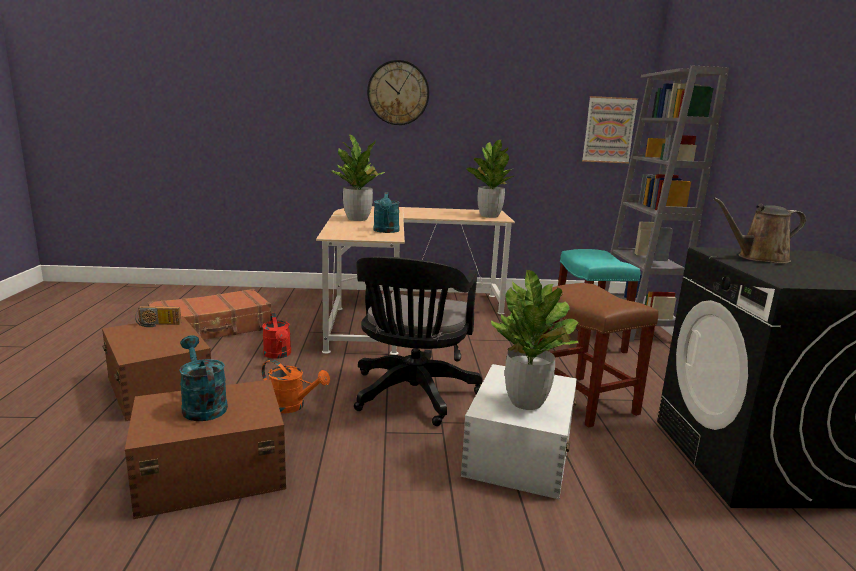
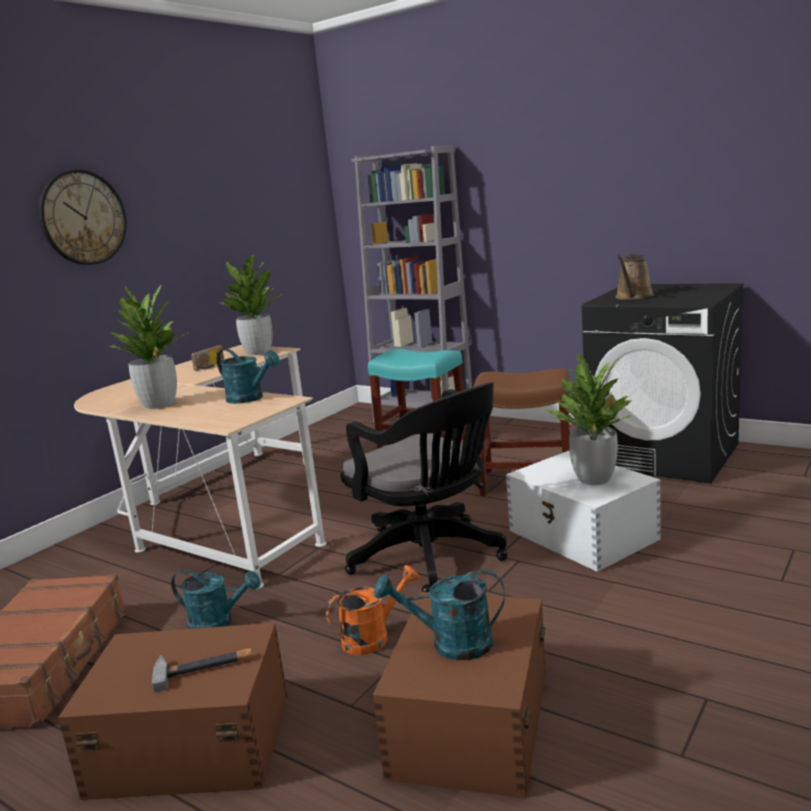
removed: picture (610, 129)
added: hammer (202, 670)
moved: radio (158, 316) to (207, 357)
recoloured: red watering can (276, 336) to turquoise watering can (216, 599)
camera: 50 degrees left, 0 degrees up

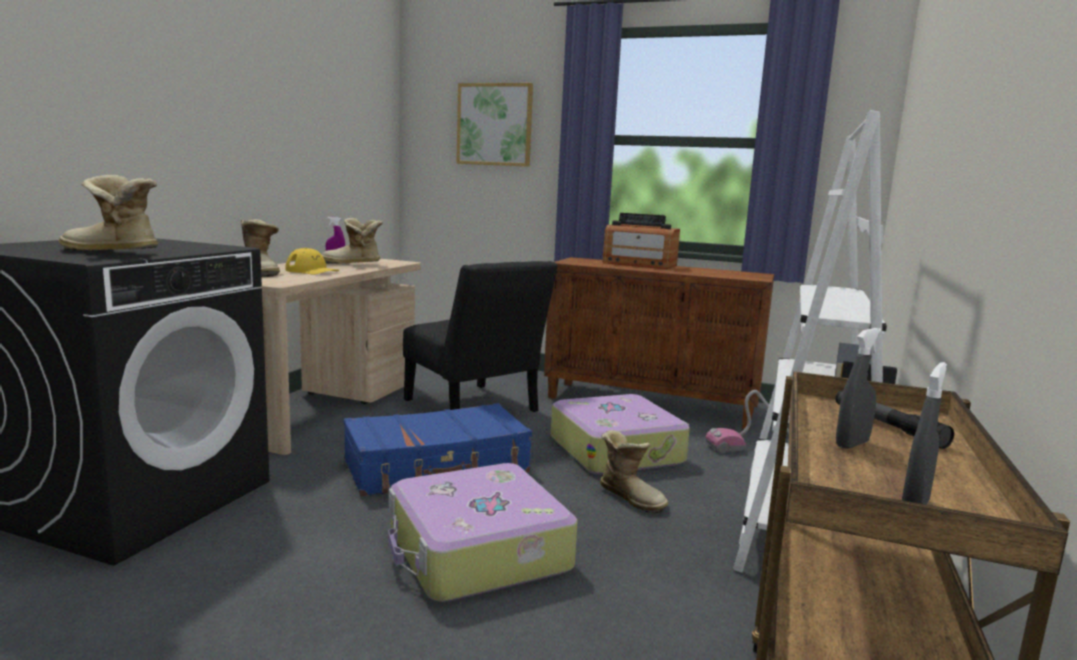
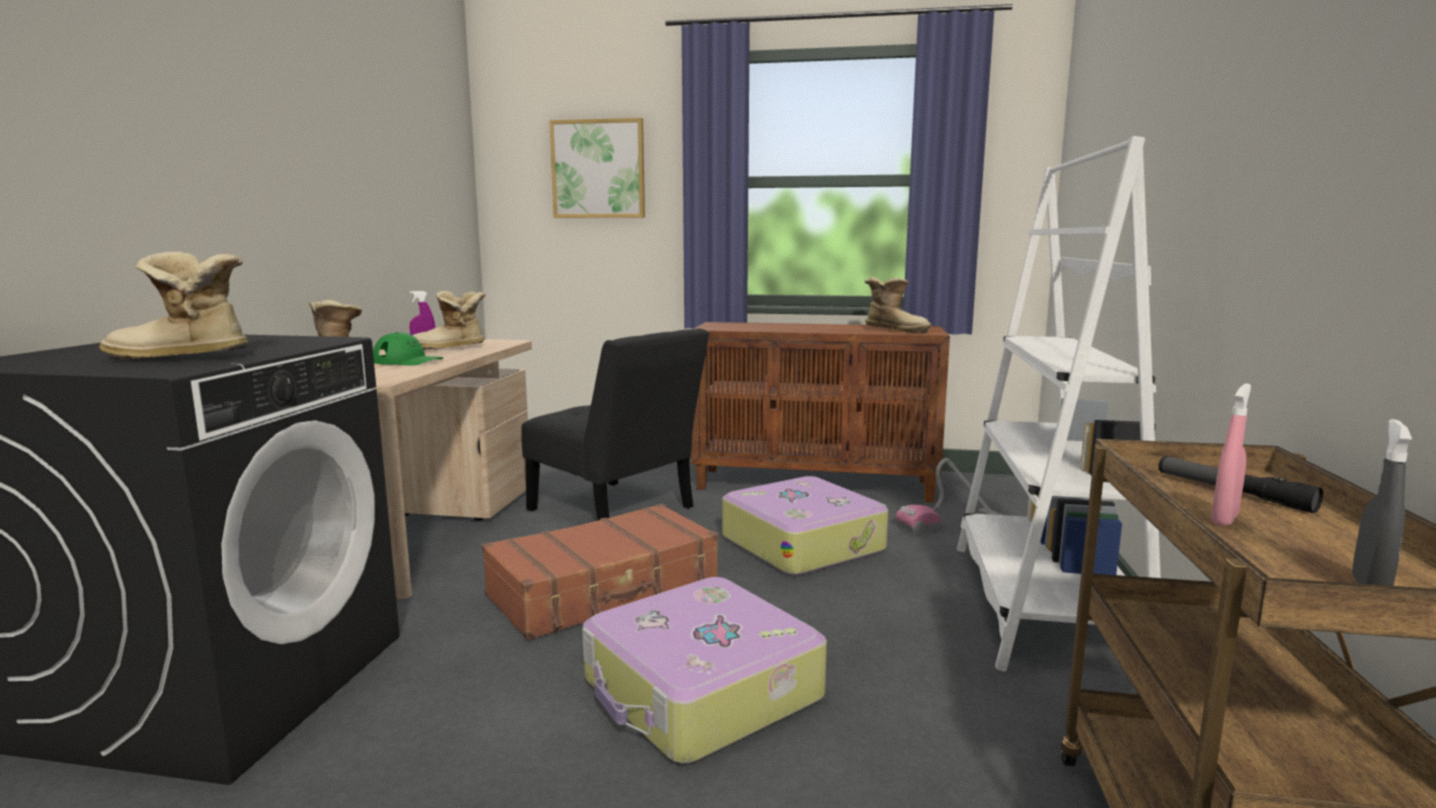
removed: radio (641, 241)
moved: boot (634, 472) to (898, 305)
recoloured: yellow cap (312, 261) to green cap (408, 349); blue suitcase (438, 449) to brown suitcase (600, 572); grey spray bottle (859, 388) to pink spray bottle (1231, 455)
camera: 10 degrees left, 0 degrees up

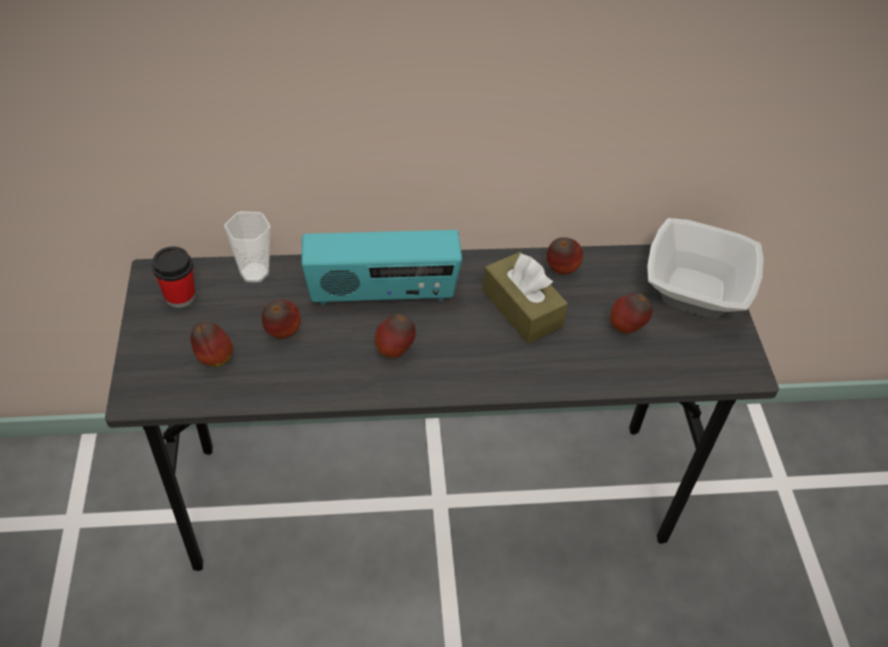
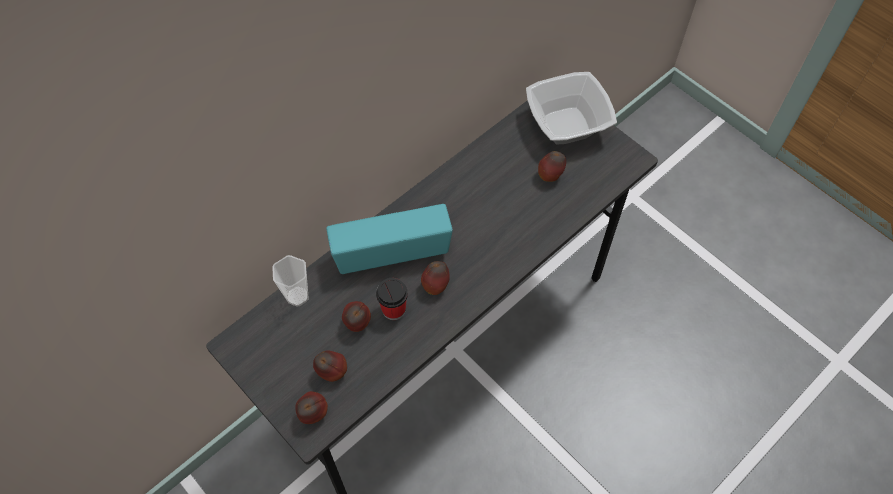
removed: brown tissue box (525, 298)
moved: cup (173, 277) to (392, 299); apple (565, 255) to (311, 407)
turned: radio (381, 267) = (389, 239) 150 degrees counterclockwise
camera: 35 degrees left, 10 degrees up

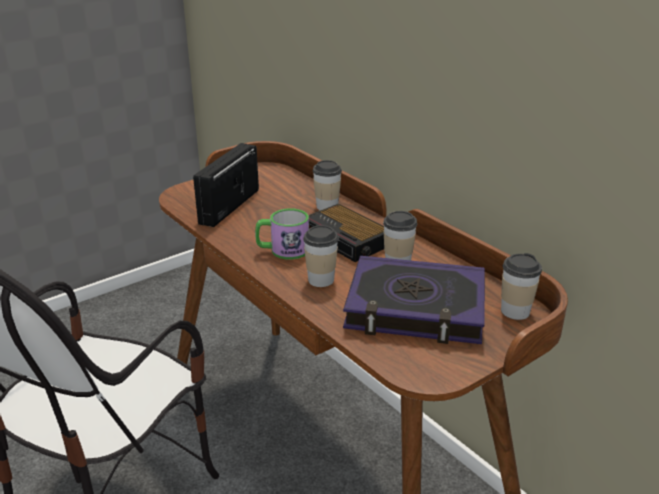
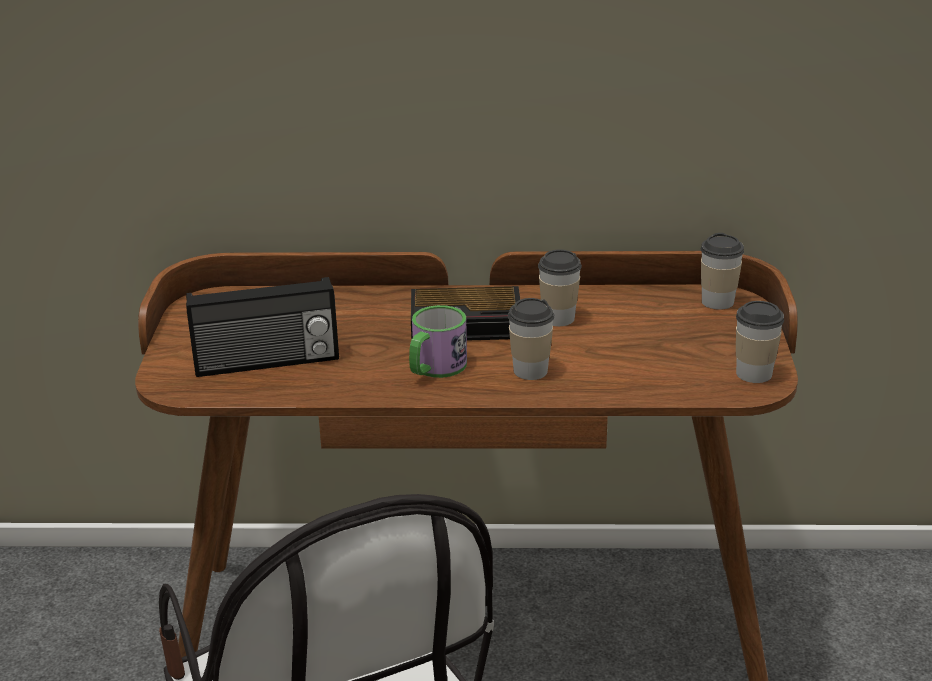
removed: book (414, 300)
moved: cup (327, 185) to (760, 342)
turned: radio (226, 185) = (262, 327) 75 degrees counterclockwise
camera: 50 degrees left, 0 degrees up

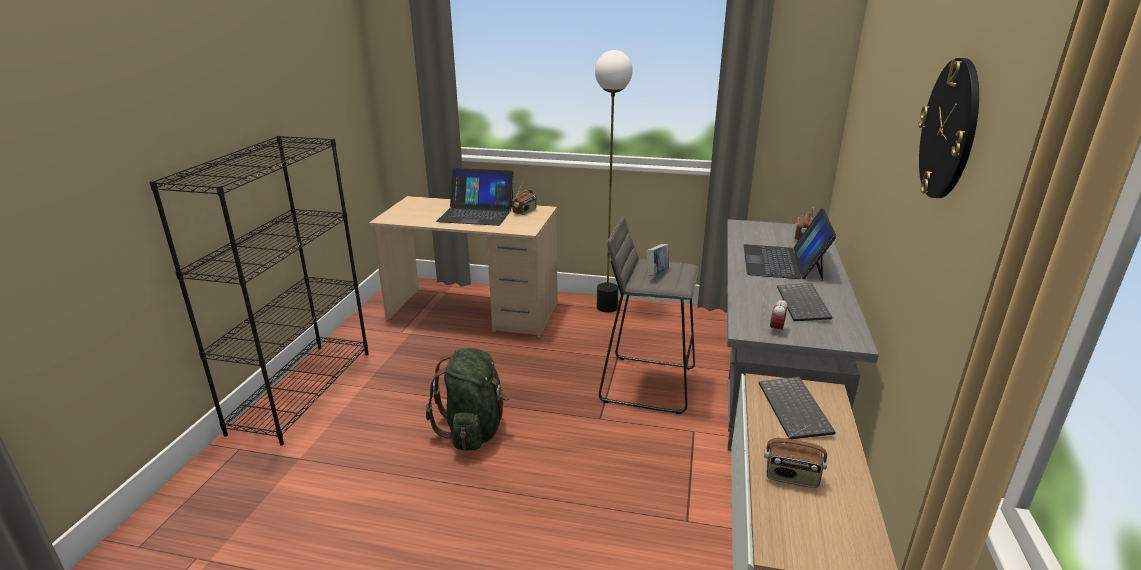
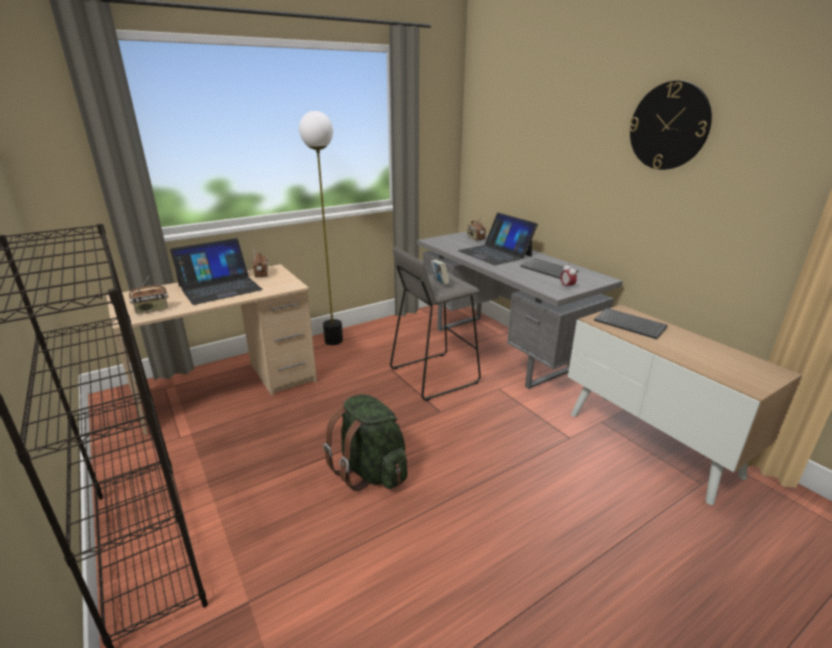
moved: radio (795, 456) to (149, 294)
camera: 45 degrees left, 0 degrees up

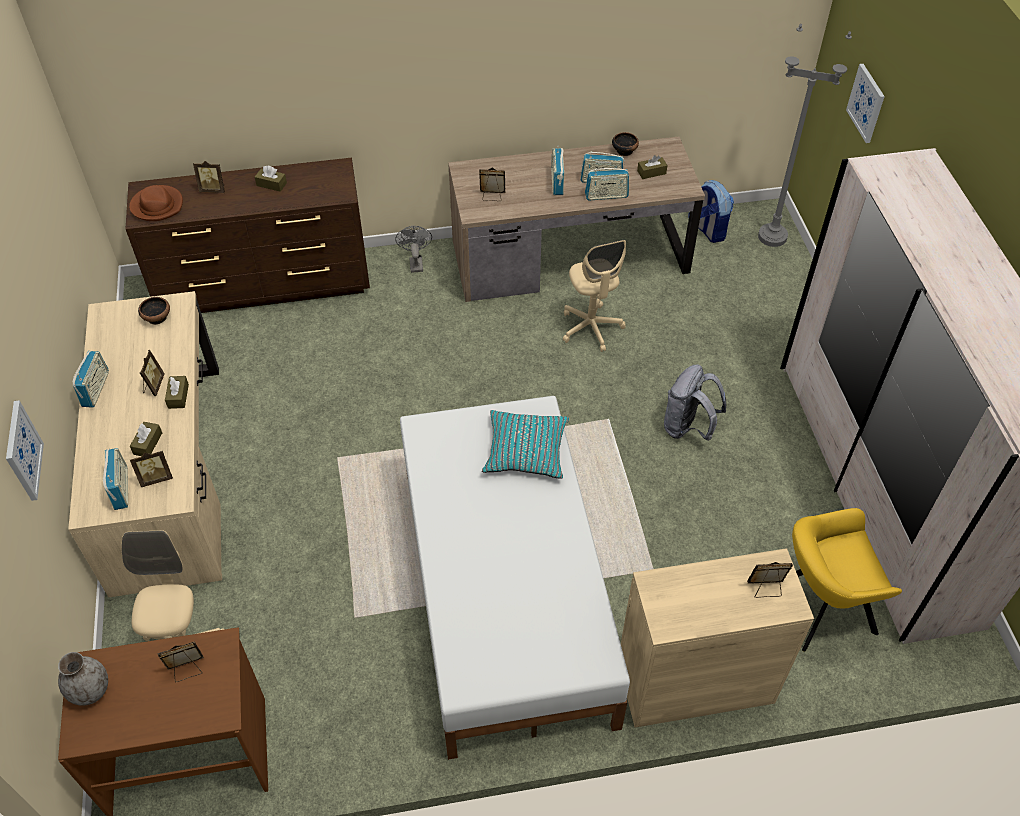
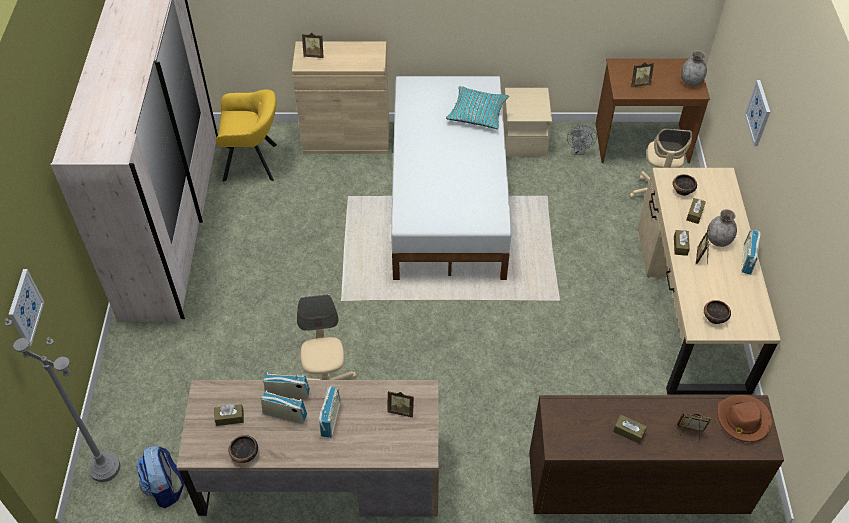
removed: radio (115, 479); grey backpack (695, 403)
added: beige nightstand (527, 122); grey vase (722, 228)
moved: grey fan (413, 249) to (582, 140); turquoise pillow (525, 444) to (477, 107)
replaced: picture frame (151, 469) to bowl (685, 185)
camera: 170 degrees left, 0 degrees up

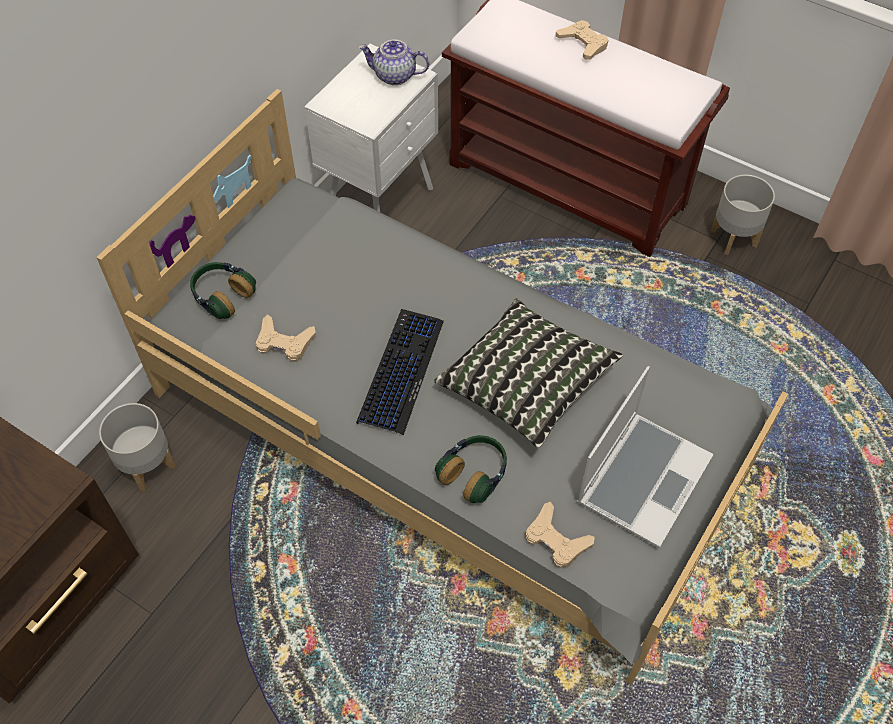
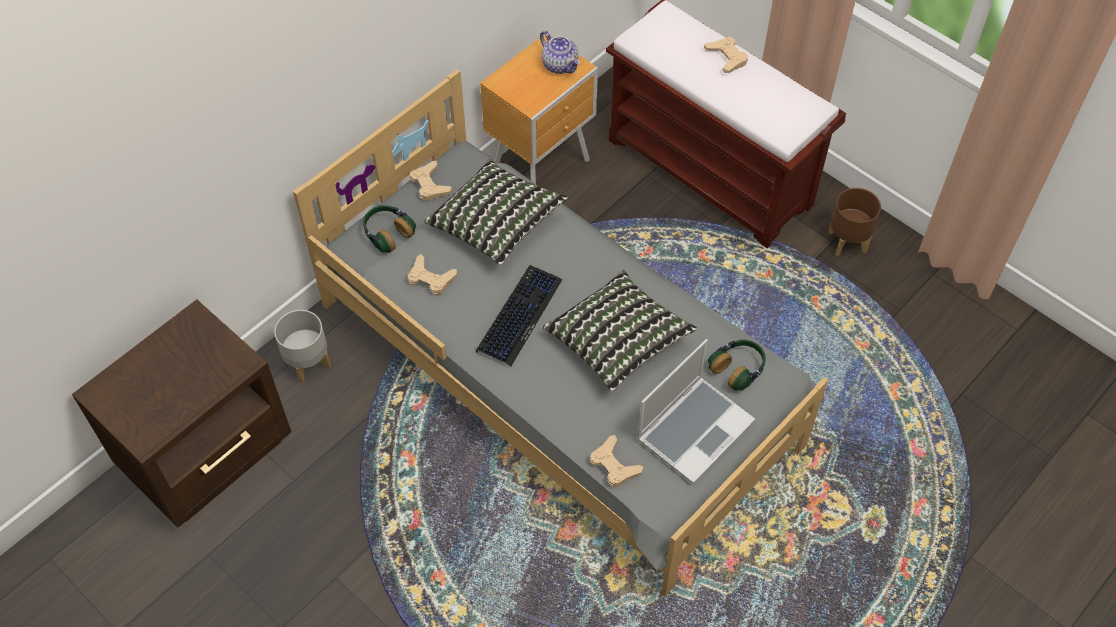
added: beige game controller (431, 181); pillow (496, 212)
moved: headphones (471, 469) to (737, 365)
recoloured: white nightstand (371, 128) to brown nightstand (539, 109); grey planter (743, 215) to brown planter (854, 222)
turned: teapot (394, 62) = (560, 52) 150 degrees counterclockwise
camera: 10 degrees right, 0 degrees up

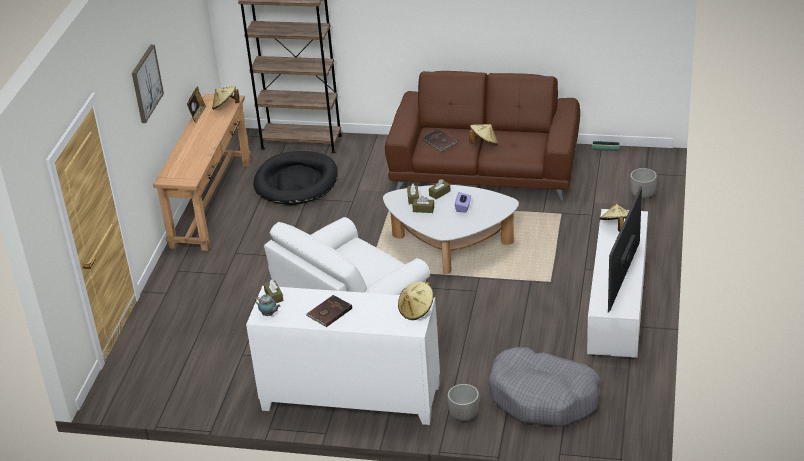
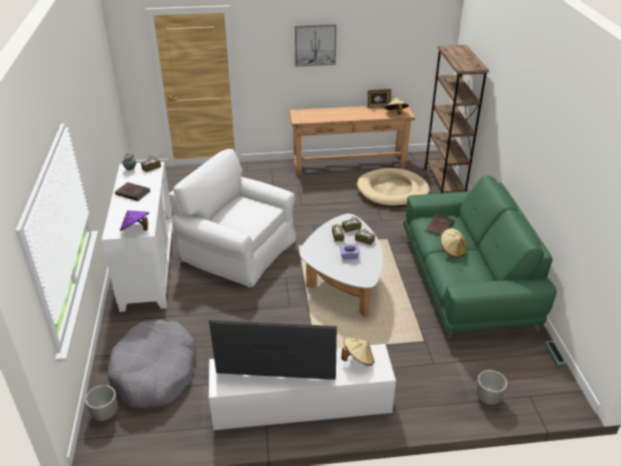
moved: planter (463, 402) to (101, 403)
recoloured: black dog bed (295, 178) to beige dog bed (393, 187); brown sofa (482, 136) to green sofa (480, 257); beige hat (416, 300) to purple hat (134, 220)
camera: 70 degrees right, 0 degrees up

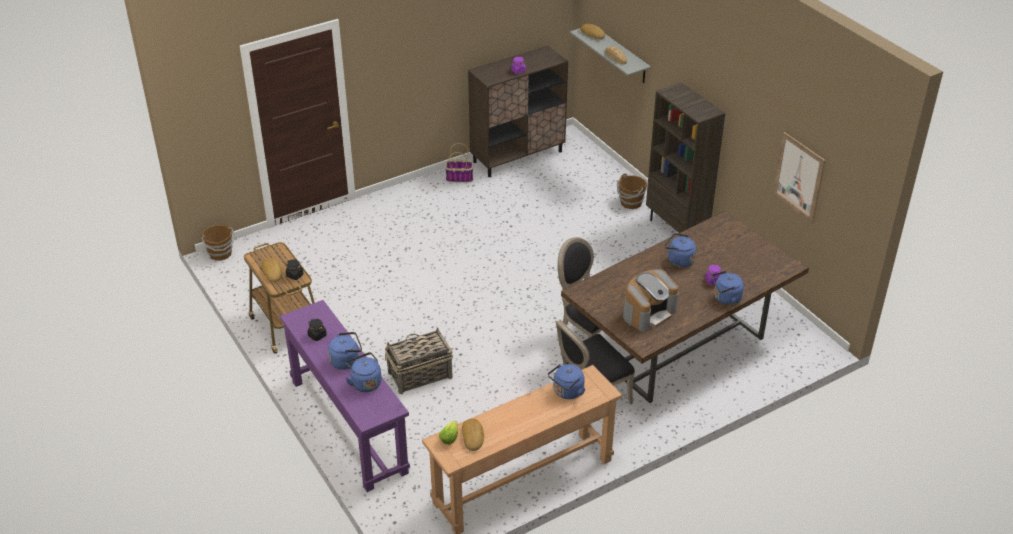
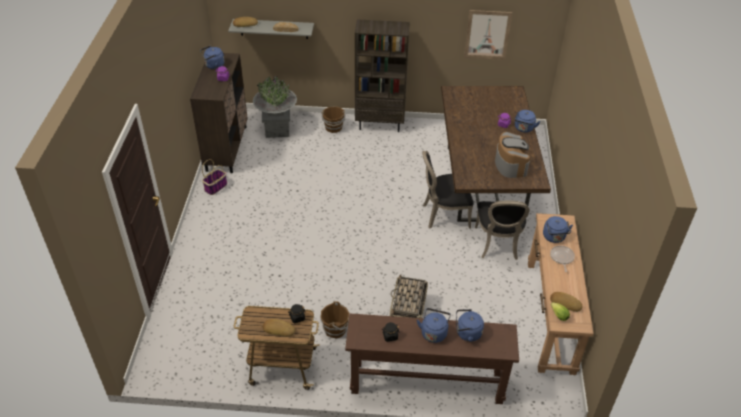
added: grey planter (275, 107); frying pan (562, 258)
moved: brown bucket (218, 243) to (335, 319); blue kettle (680, 250) to (212, 57)
recoloured: purple console table (345, 396) to brown console table (432, 359)
camera: 55 degrees left, 5 degrees up

